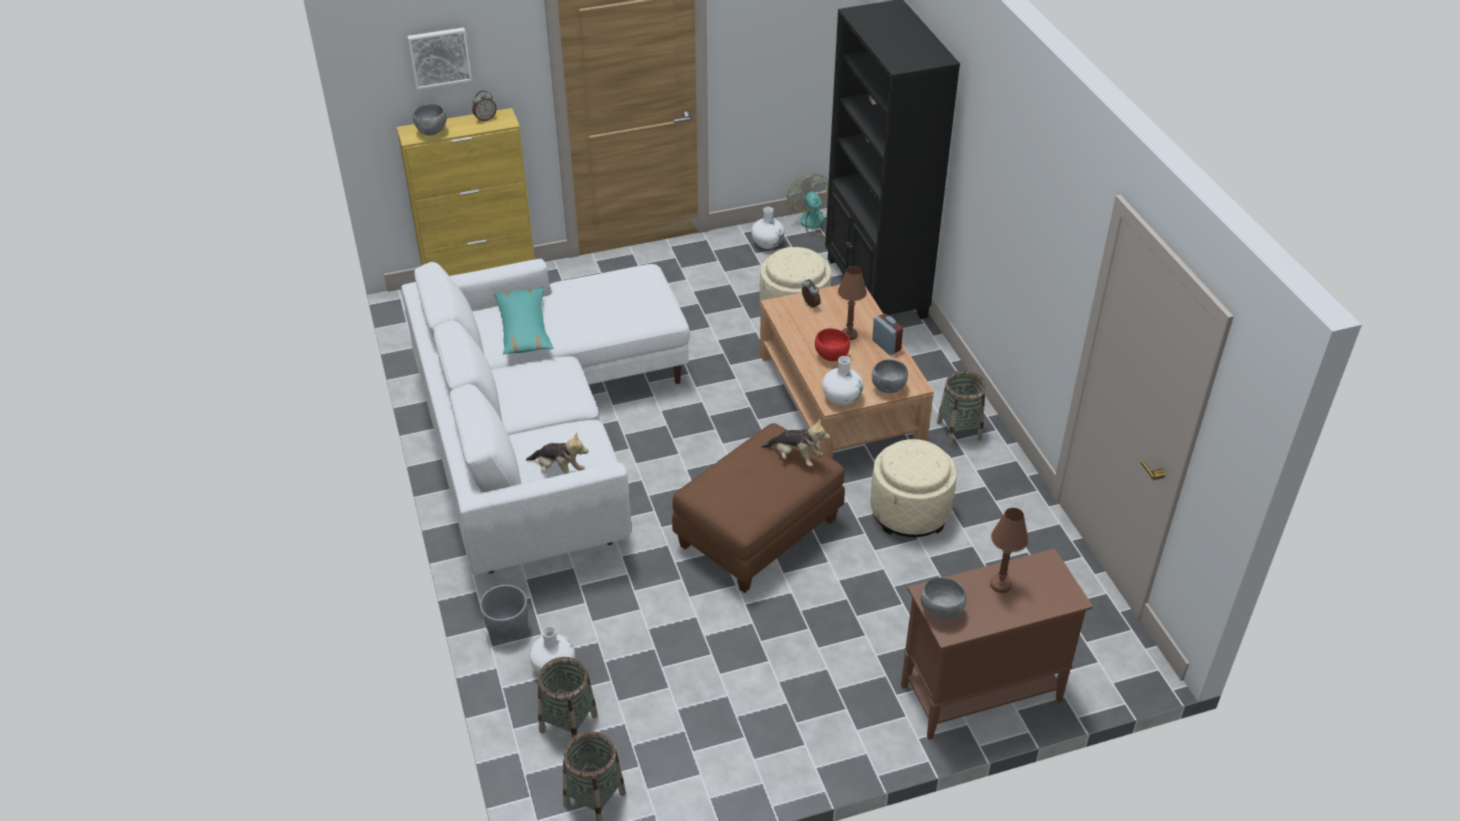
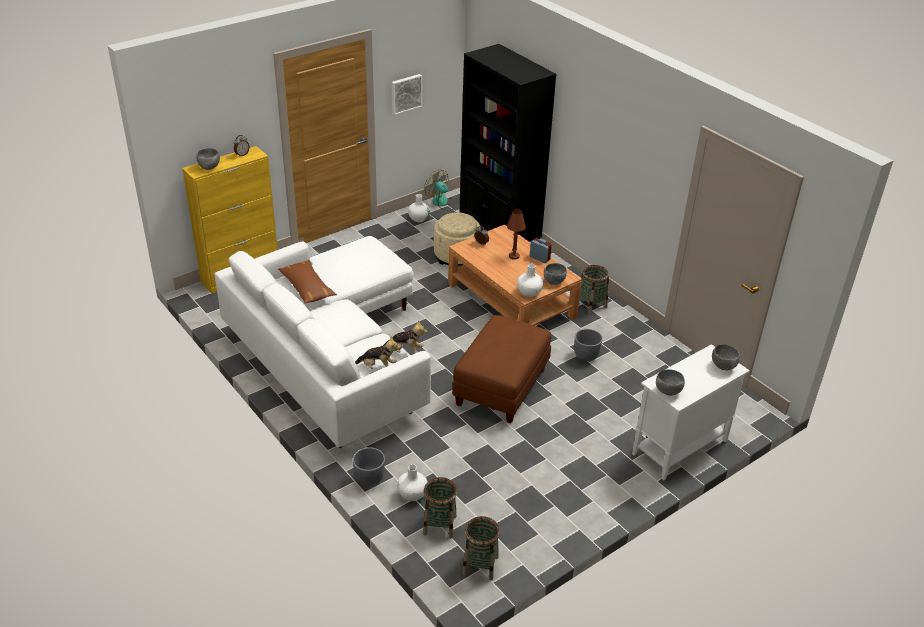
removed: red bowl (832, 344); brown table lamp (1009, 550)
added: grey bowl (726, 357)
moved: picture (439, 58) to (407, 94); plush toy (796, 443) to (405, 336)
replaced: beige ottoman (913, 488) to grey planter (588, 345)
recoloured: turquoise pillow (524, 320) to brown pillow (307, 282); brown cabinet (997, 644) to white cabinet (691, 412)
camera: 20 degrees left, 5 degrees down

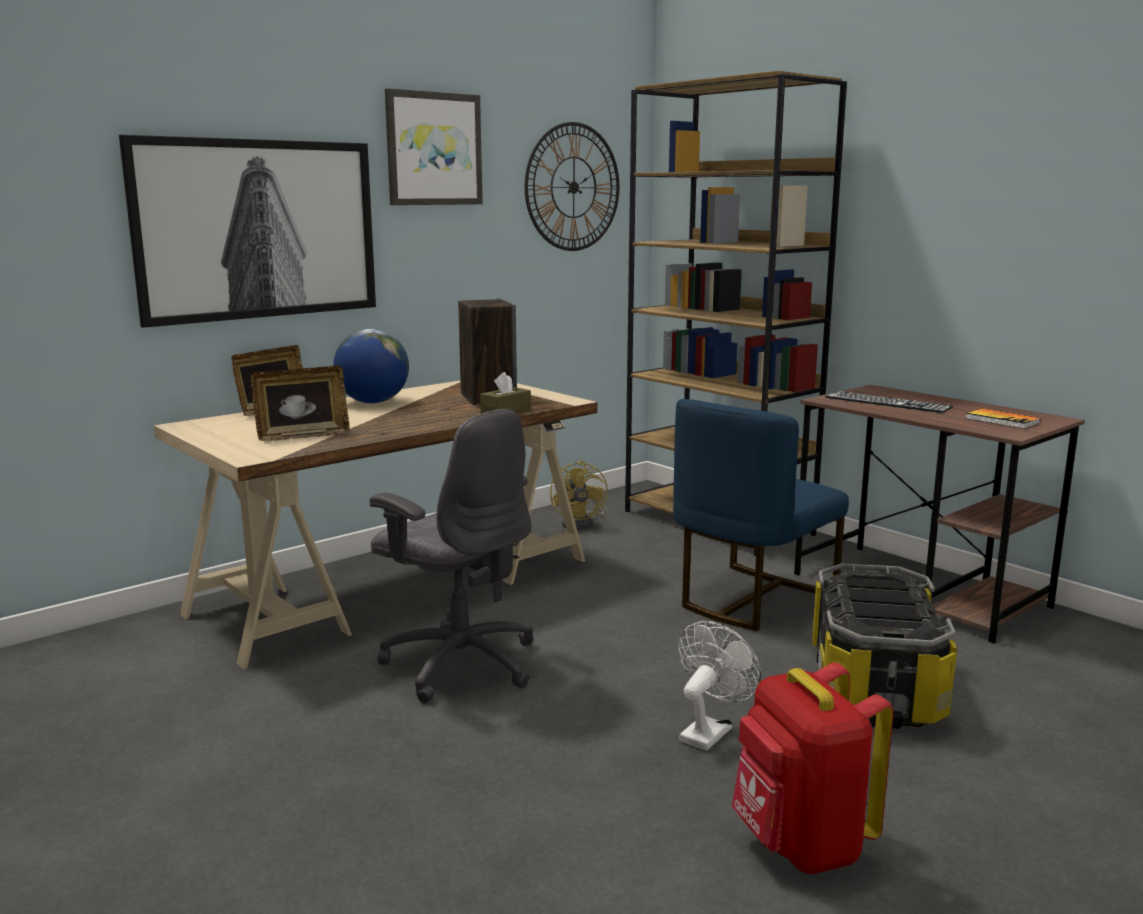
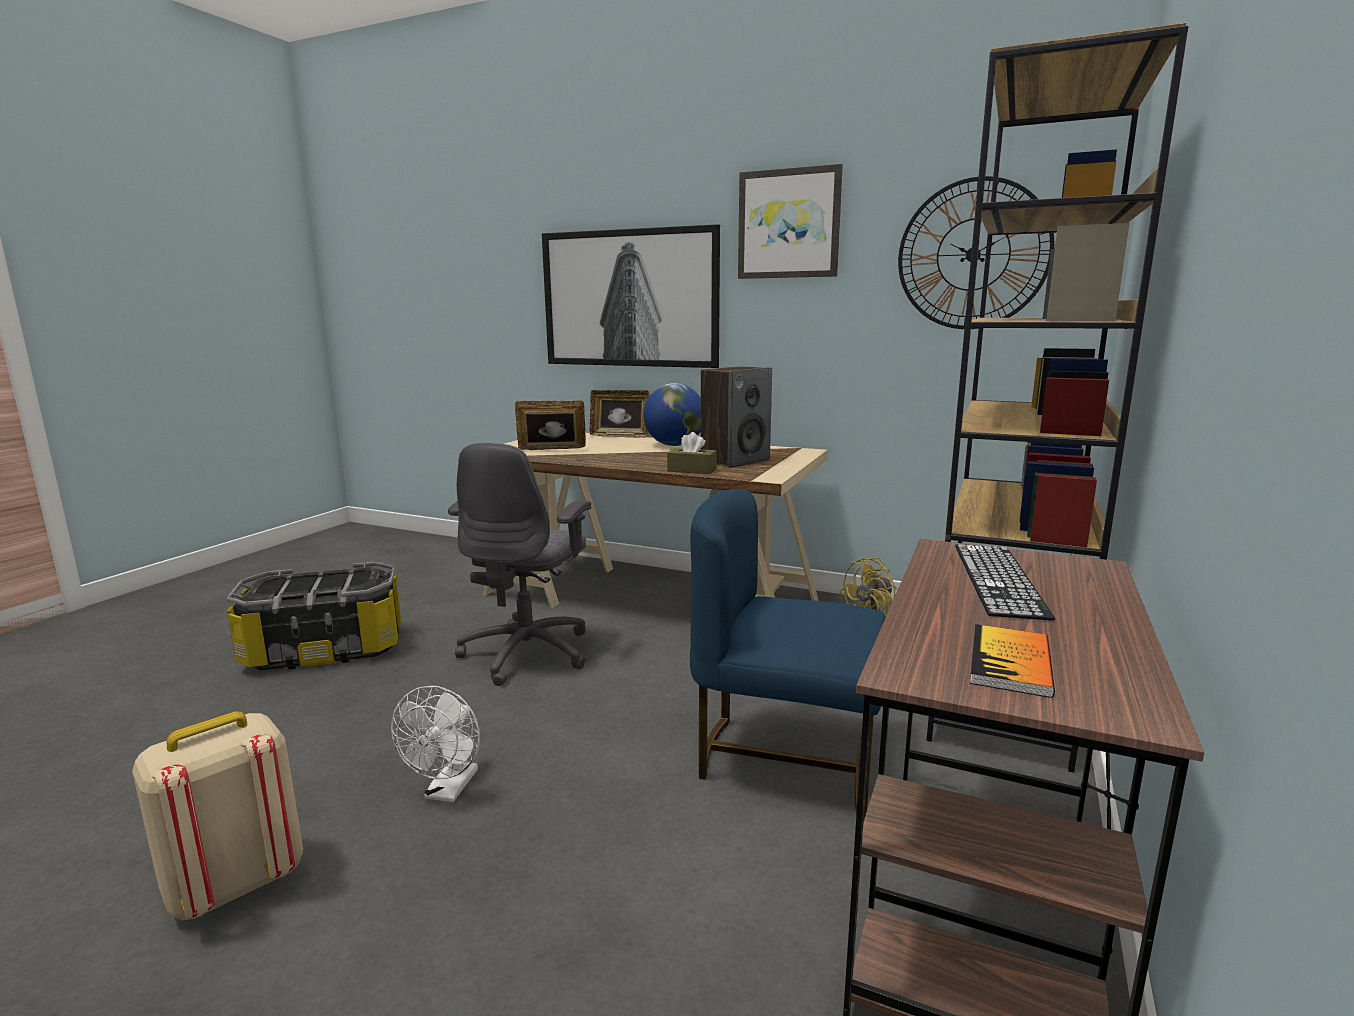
moved: storage box (884, 646) to (314, 616)
recoloured: red backpack (812, 768) to beige backpack (217, 815)
turned: picture frame (300, 403) = (550, 425) 135 degrees clockwise; white fan (720, 686) = (435, 744) 90 degrees clockwise
camera: 65 degrees right, 0 degrees up

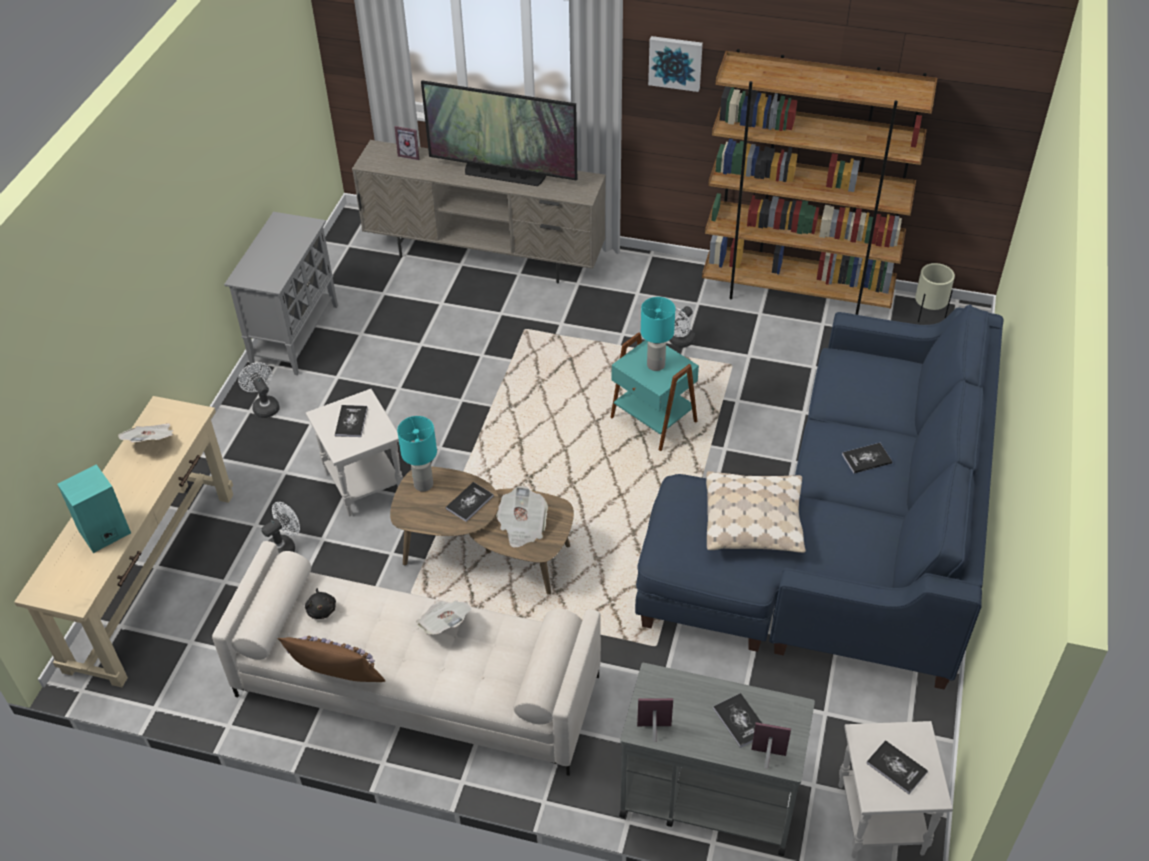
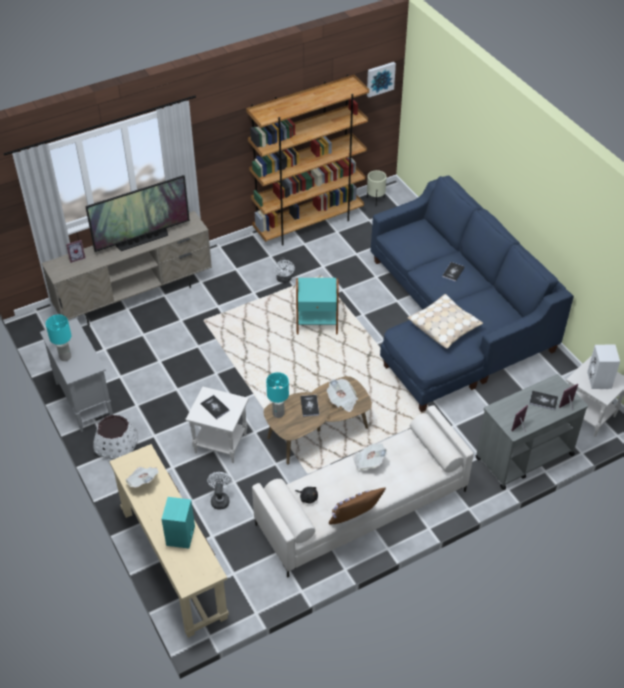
moved: turquoise table lamp (658, 334) to (59, 337); picture (675, 64) to (381, 79)
replaced: white fan (259, 390) to white planter (115, 437); book (897, 767) to white speaker (603, 366)
camera: 45 degrees left, 0 degrees up

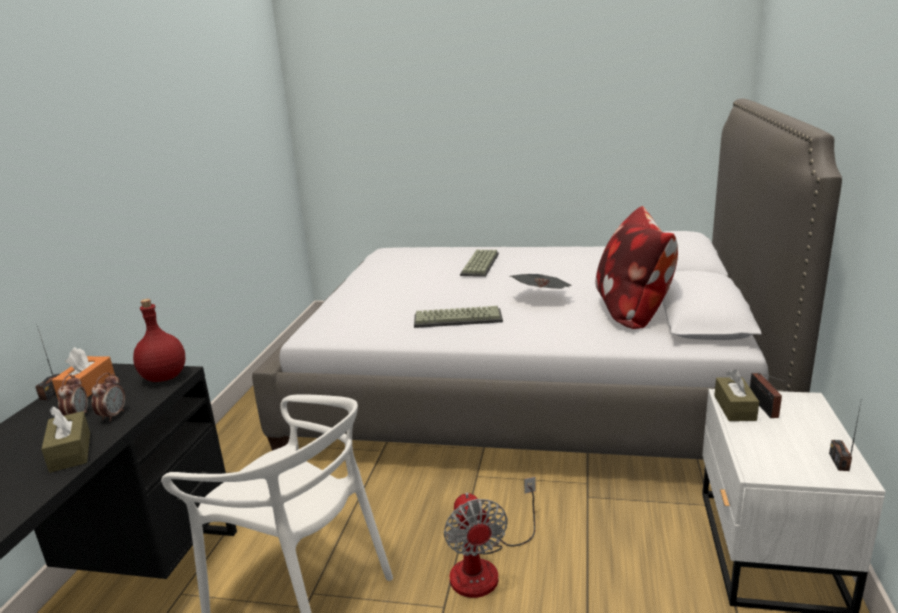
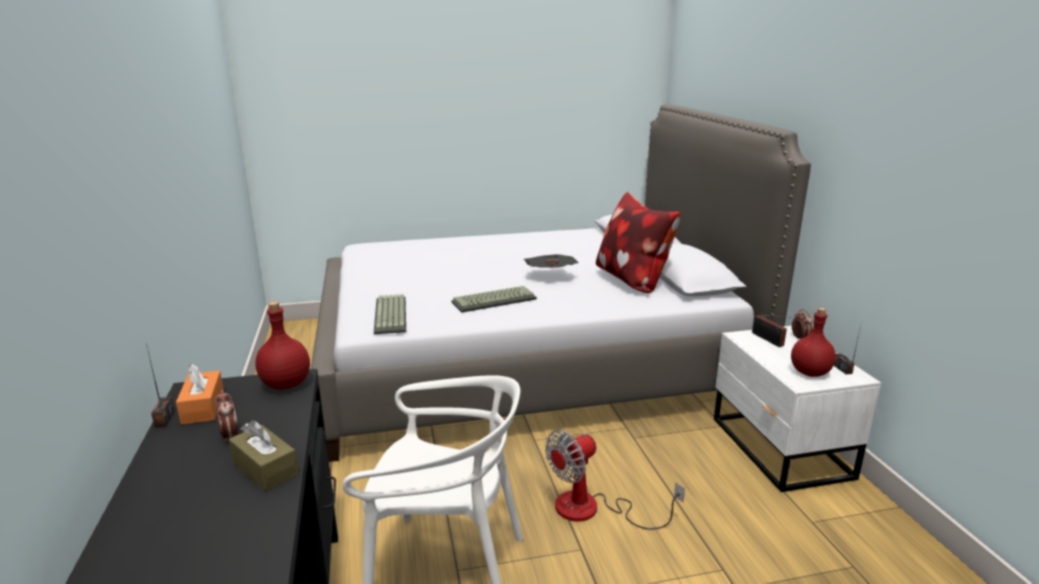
removed: brown tissue box (736, 395)
added: red bottle (813, 342)
moved: alarm clock (108, 397) to (802, 324); keyboard (479, 263) to (390, 314)
turned: fan (490, 537) = (615, 480) 90 degrees clockwise
camera: 25 degrees left, 0 degrees up

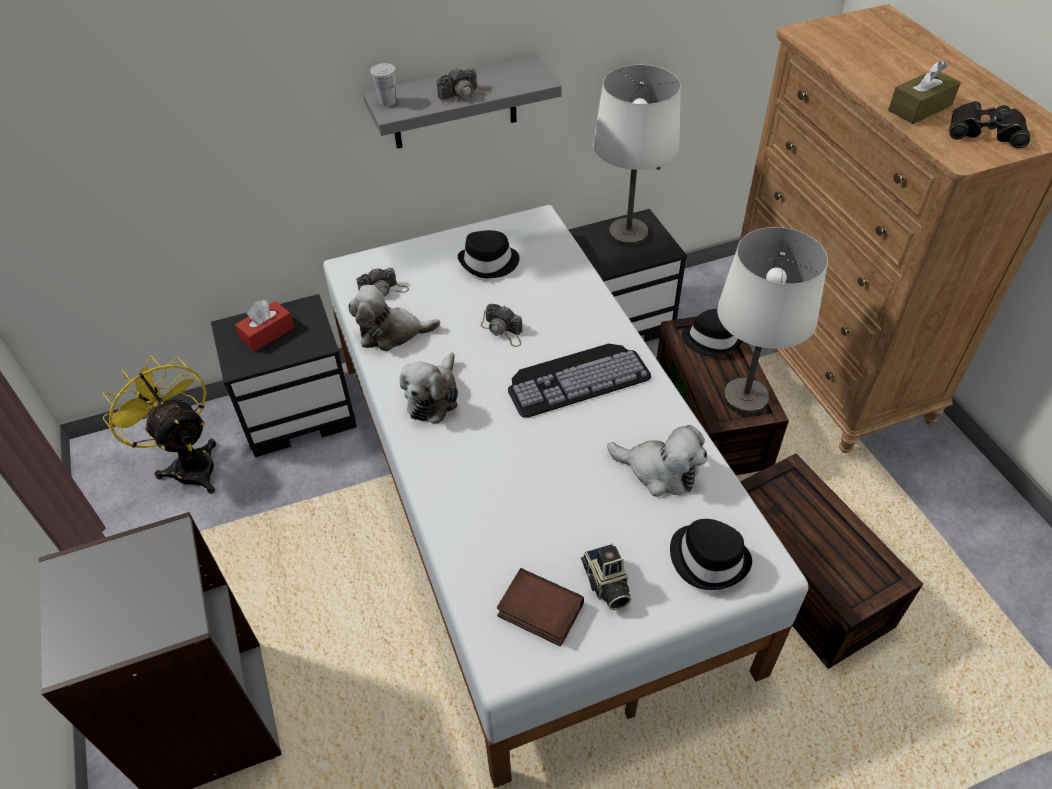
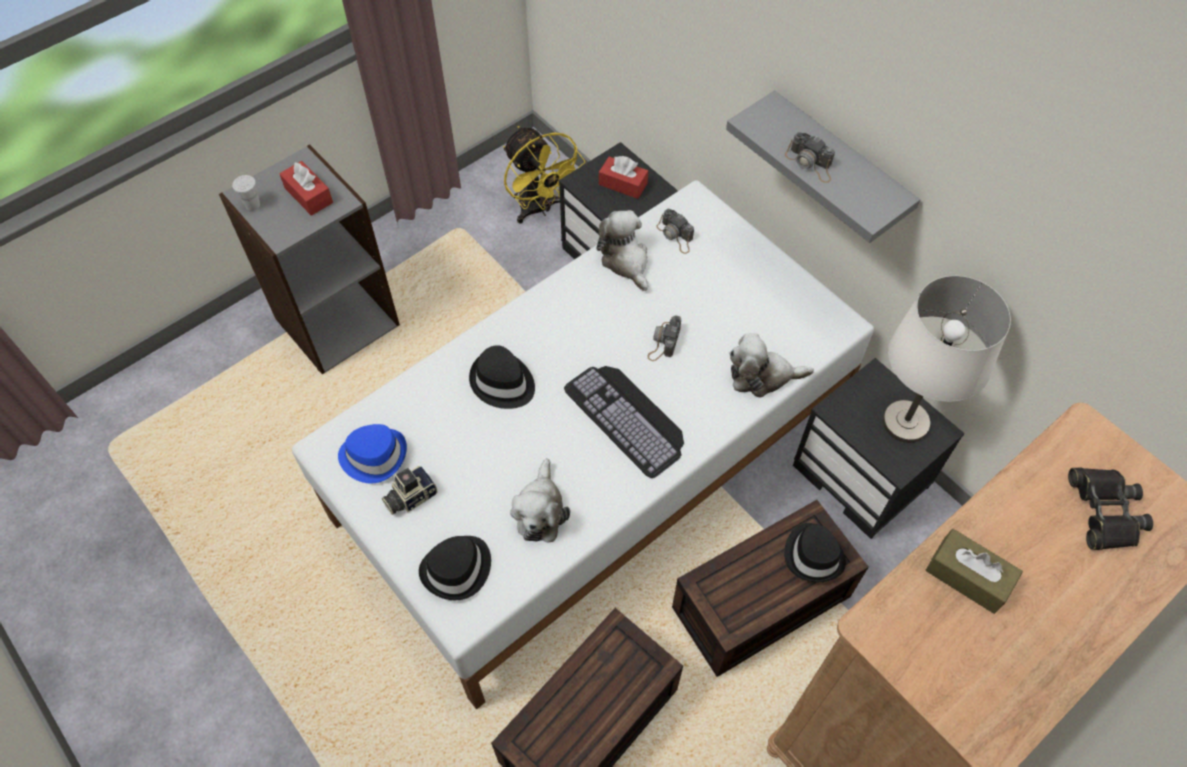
removed: white table lamp (772, 321)
added: red tissue box (306, 188)
moved: white cup (383, 84) to (246, 193); plush toy (429, 388) to (771, 365); black hat (488, 254) to (502, 377); black binoculars (989, 125) to (1110, 508)
replaced: book (540, 607) to blue hat (372, 453)
turned: yellow fan (159, 424) = (544, 175) 120 degrees clockwise
camera: 70 degrees right, 10 degrees up

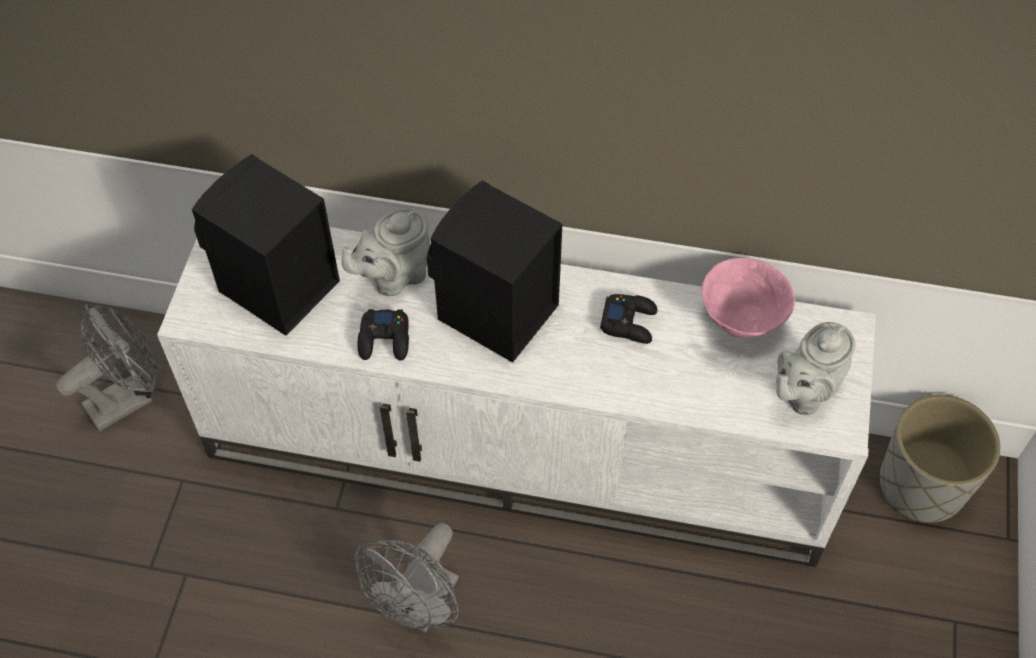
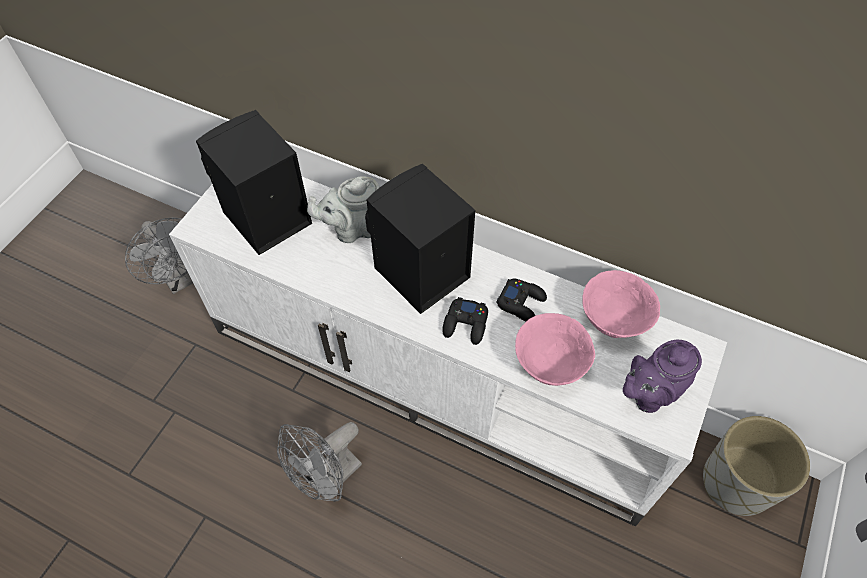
added: pink bowl (555, 349)
moved: black game controller (383, 335) to (465, 321)
recoloured: grey teapot (816, 368) to purple teapot (662, 376)
turned: grey fan (106, 367) = (159, 255) 75 degrees clockwise
camera: 15 degrees right, 0 degrees up

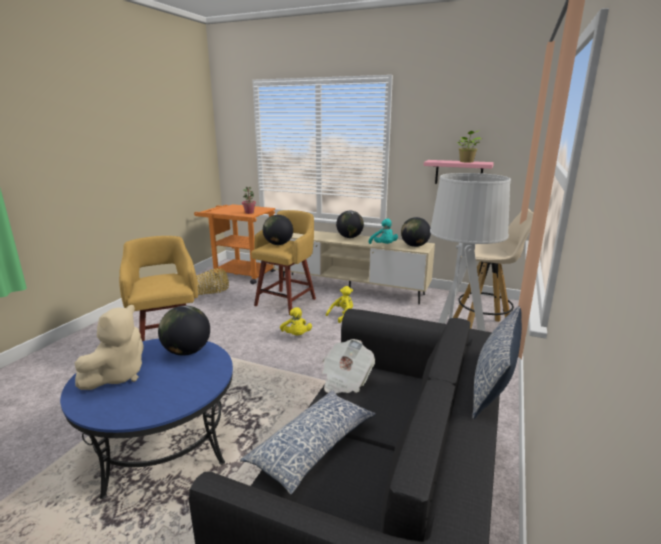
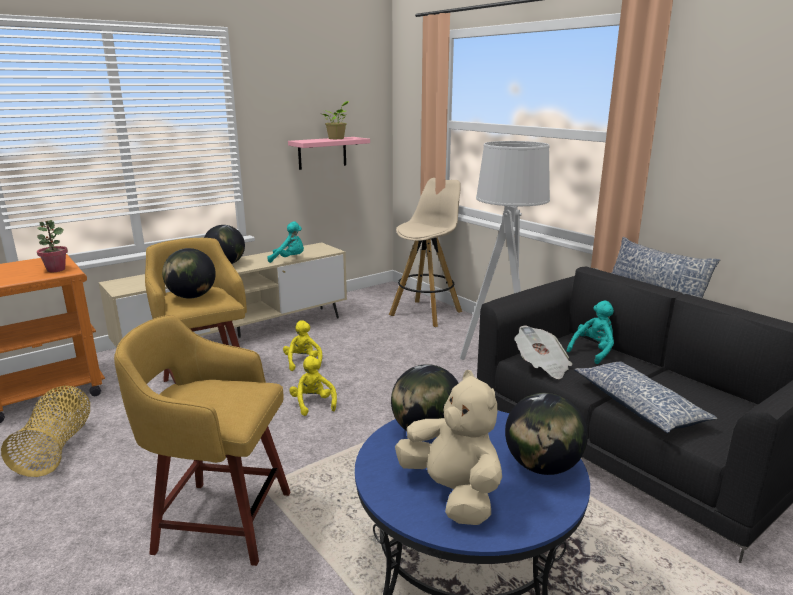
added: turquoise plush toy (590, 332)
moved: globe (416, 232) to (546, 434)
turned: yellow plush toy (296, 322) = (313, 386) 120 degrees counterclockwise
camera: 60 degrees left, 0 degrees up

